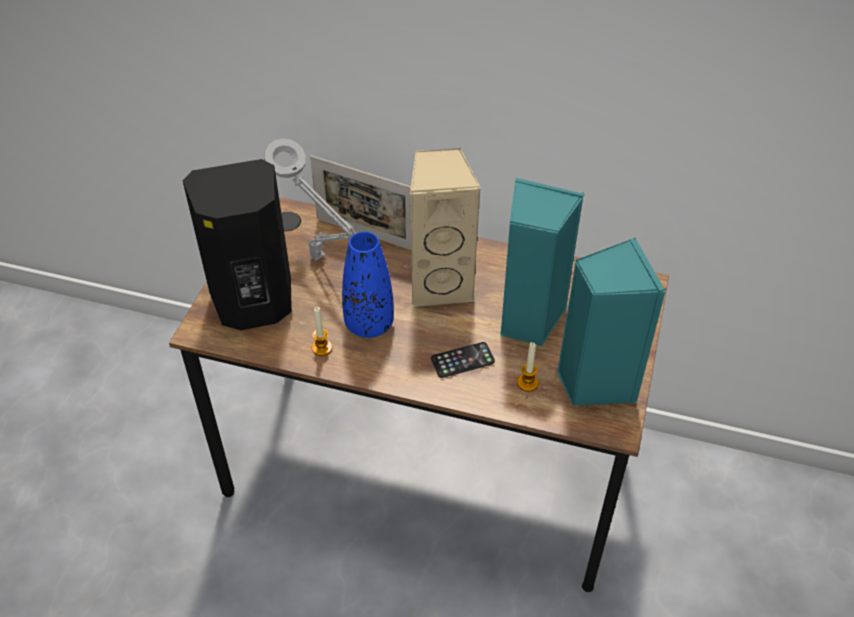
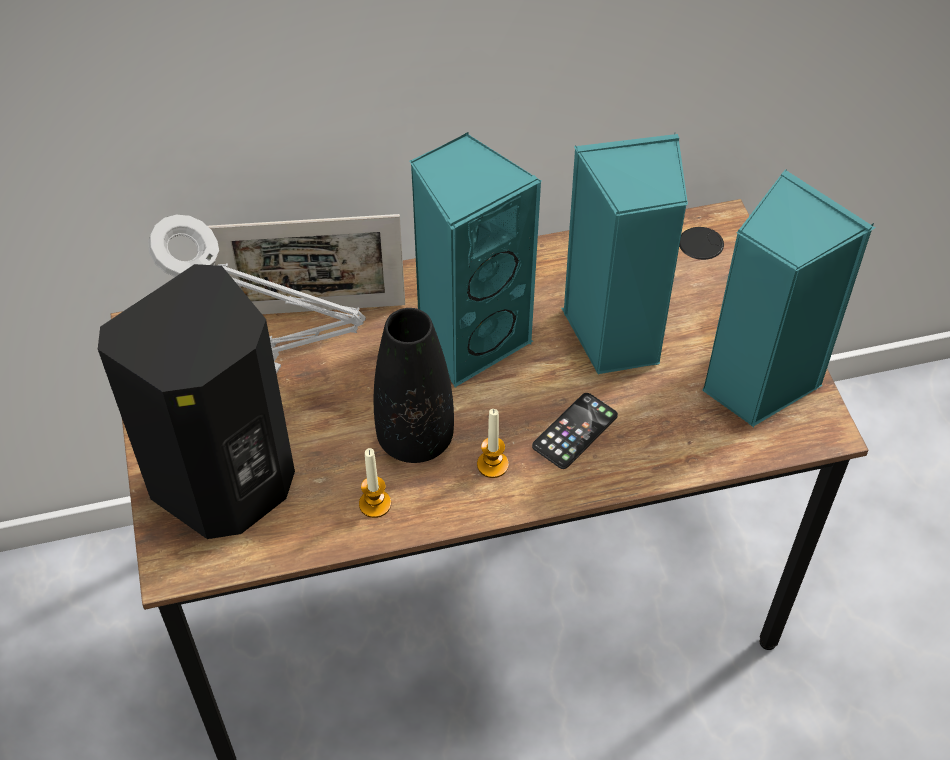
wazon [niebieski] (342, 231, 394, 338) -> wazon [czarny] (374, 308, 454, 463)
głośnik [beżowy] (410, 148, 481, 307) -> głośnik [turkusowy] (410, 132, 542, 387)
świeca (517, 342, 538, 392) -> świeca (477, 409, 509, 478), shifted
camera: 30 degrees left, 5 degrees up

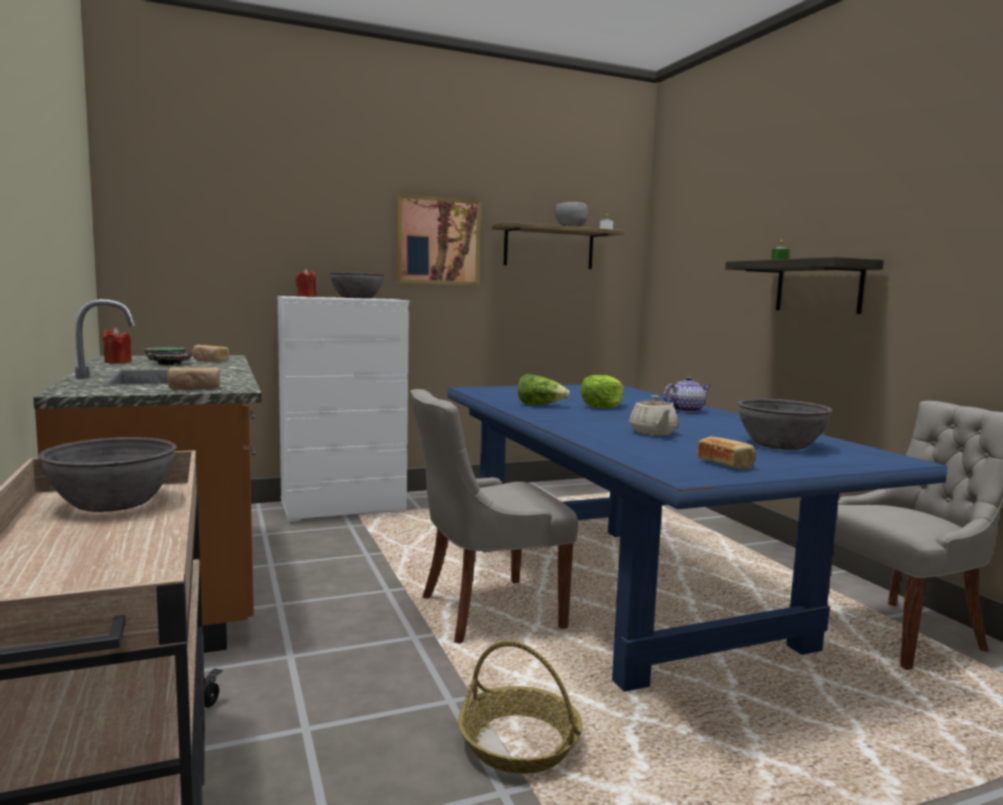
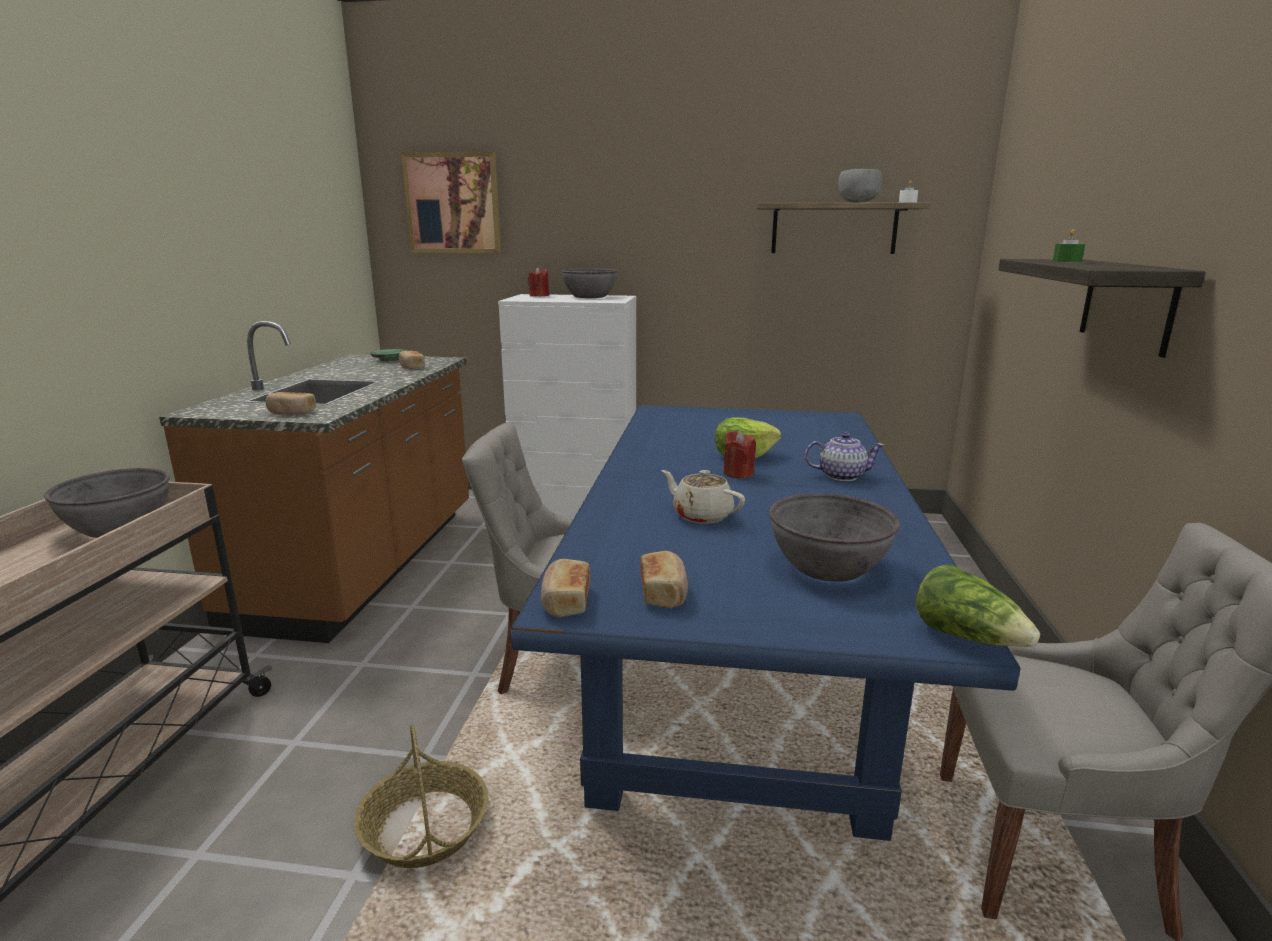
świeca [czerwony] (103, 328, 132, 363) -> świeca [czerwony] (724, 431, 756, 478), shifted
talerz [czarny] (146, 352, 192, 365) -> none
obraz (396, 194, 481, 286) -> obraz (402, 152, 501, 253), shifted
sałata (518, 374, 570, 405) -> sałata (916, 564, 1040, 647), shifted
imbryk [beżowy] (629, 395, 678, 435) -> imbryk [beżowy] (662, 470, 745, 524), 105 degrees clockwise
none -> chleb (541, 559, 590, 618)
camera: 30 degrees right, 10 degrees up

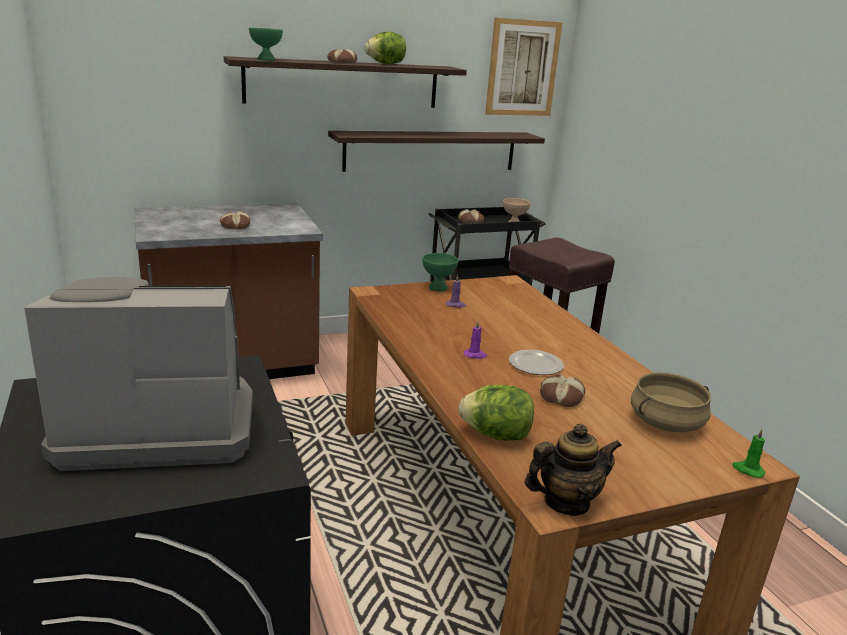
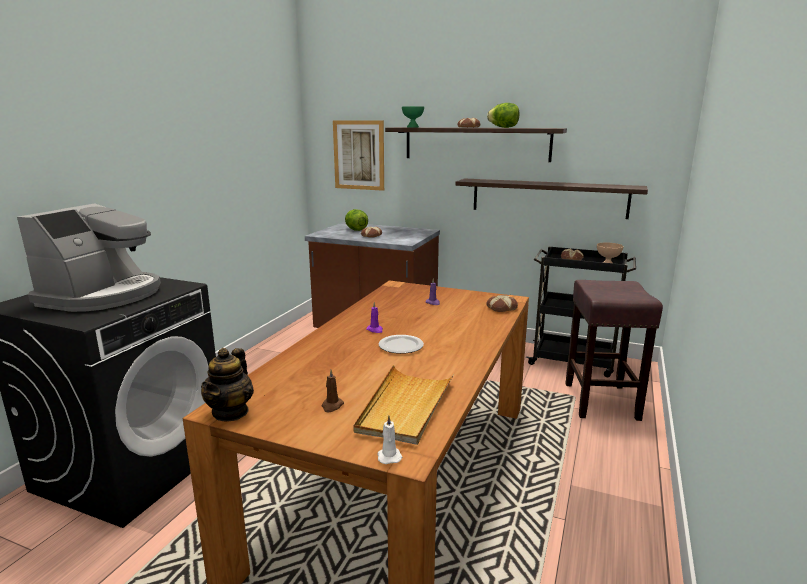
ekspres do kawy (24, 277, 253, 471) -> ekspres do kawy (17, 203, 161, 312), 75 degrees clockwise
miska [zielony] (422, 253, 458, 291) -> none
sałata (459, 385, 534, 441) -> sałata (345, 209, 368, 231), shifted
obraz (485, 17, 562, 116) -> obraz (333, 120, 384, 191), shifted
imbryk (524, 423, 622, 516) -> imbryk (201, 348, 254, 422), 75 degrees clockwise
chleb (540, 374, 585, 407) -> chleb (486, 295, 518, 312), shifted
garnek [beżowy] (631, 372, 711, 433) -> taca [beżowy] (353, 365, 454, 445)
świeca [zielony] (732, 429, 765, 478) -> świeca [biały] (377, 415, 402, 464)
none -> świeca [brązowy] (322, 370, 344, 412)
camera: 45 degrees right, 5 degrees down

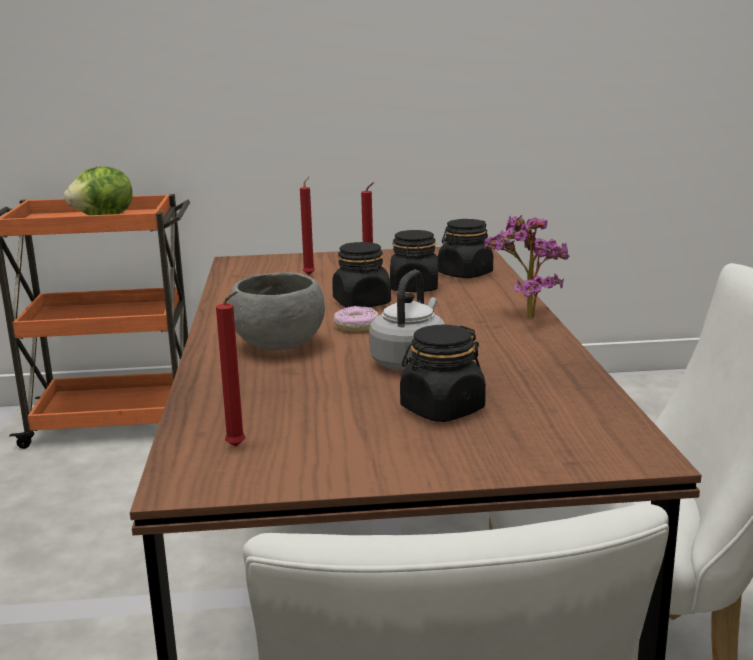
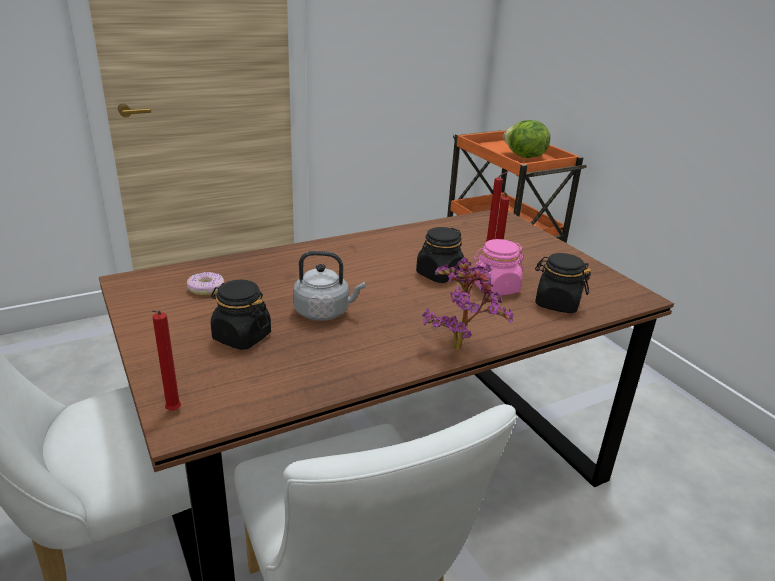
świeca [czerwony] (216, 291, 245, 447) -> świeca [czerwony] (151, 310, 181, 411), shifted
miska [szary] (228, 272, 325, 350) -> none
donut (333, 306, 379, 332) -> donut (187, 272, 224, 295), shifted
słoik [czarny] (390, 230, 438, 292) -> słoik [różowy] (474, 239, 524, 296)
camera: 65 degrees right, 10 degrees up

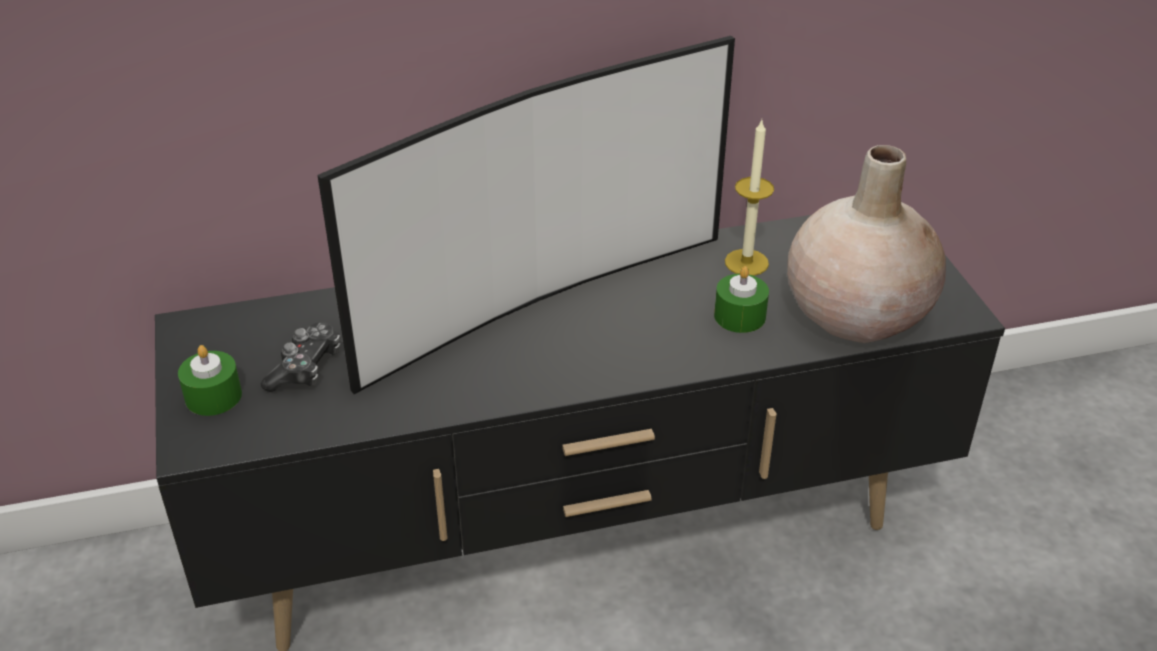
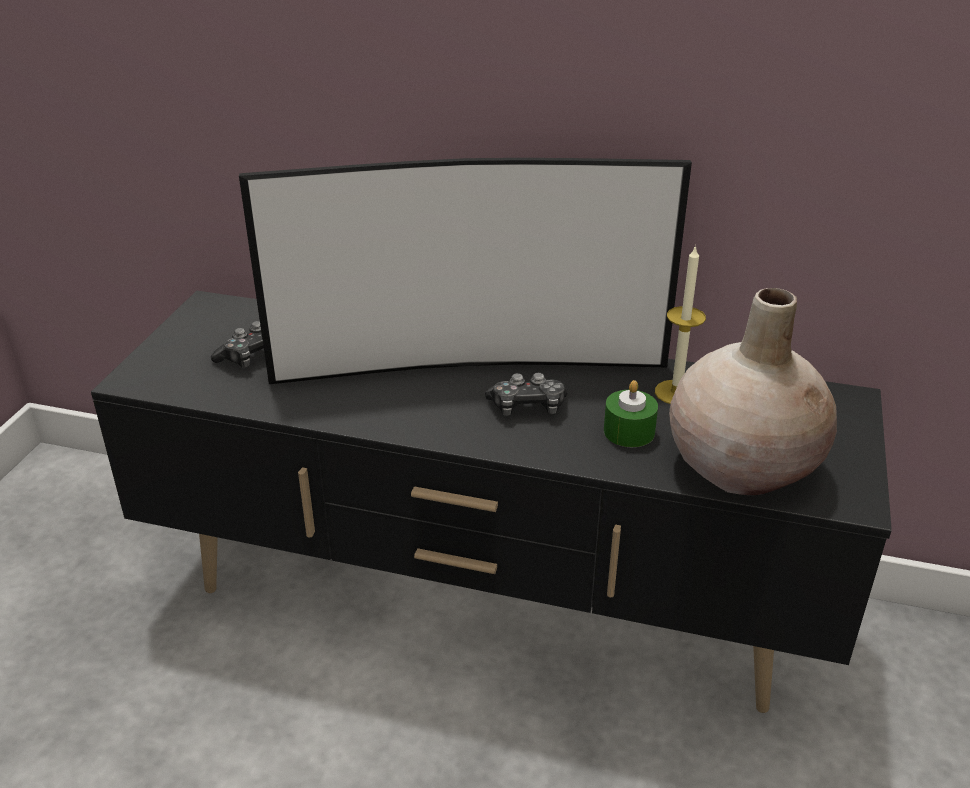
świeca [zielony] (178, 345, 242, 416) -> none
none -> pad do gier (485, 373, 567, 416)
camera: 30 degrees right, 5 degrees down

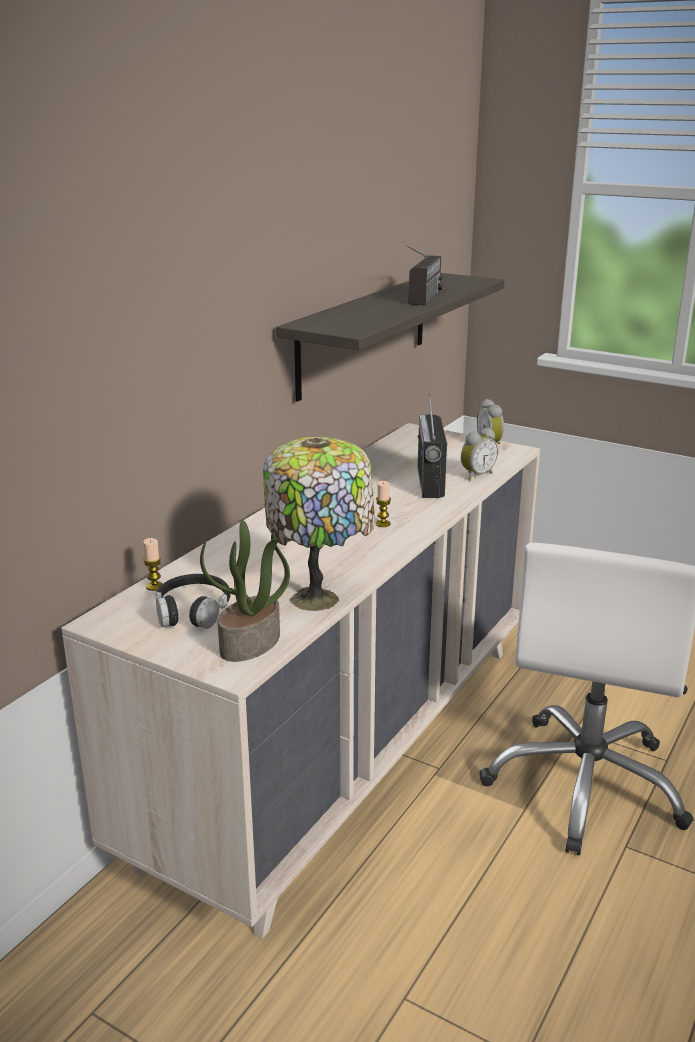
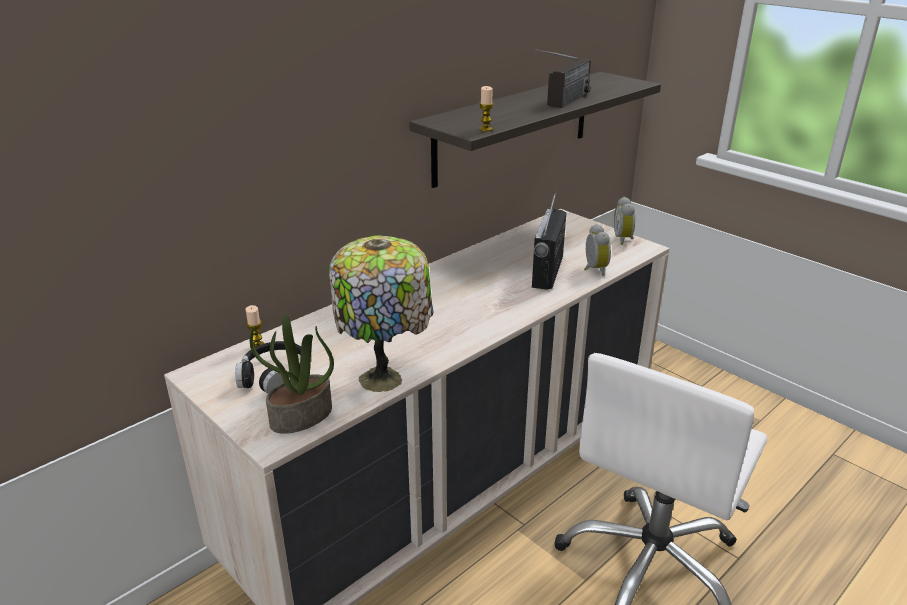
świeca (376, 481, 391, 527) -> świeca (479, 86, 494, 131), shifted
budzik (461, 428, 498, 481) -> budzik (584, 224, 611, 276), 75 degrees counterclockwise
camera: 15 degrees right, 5 degrees up

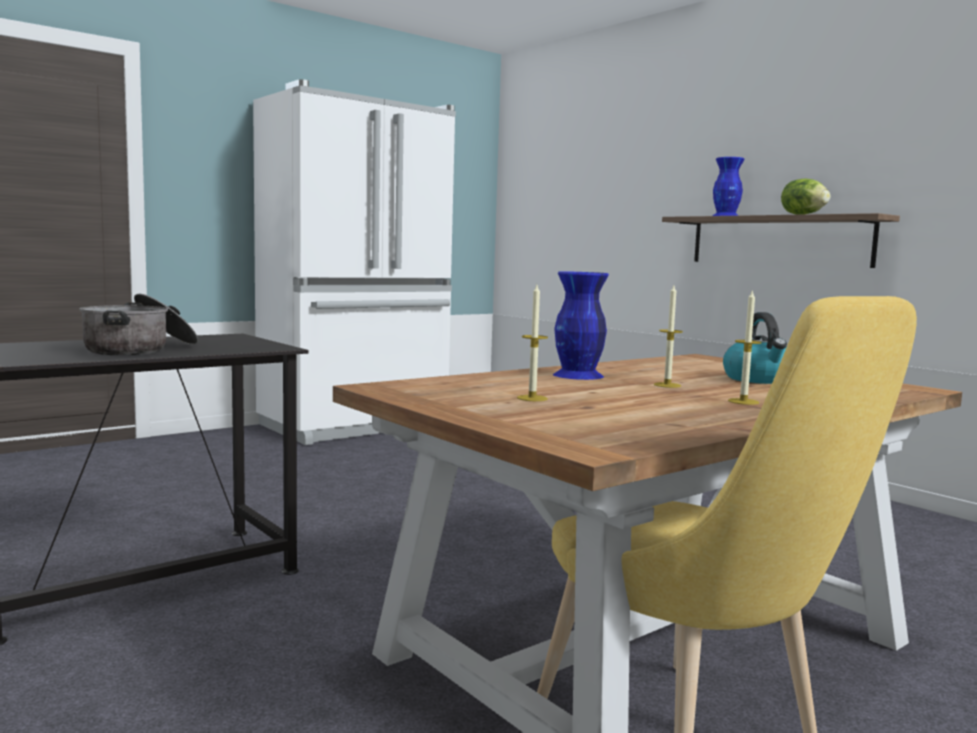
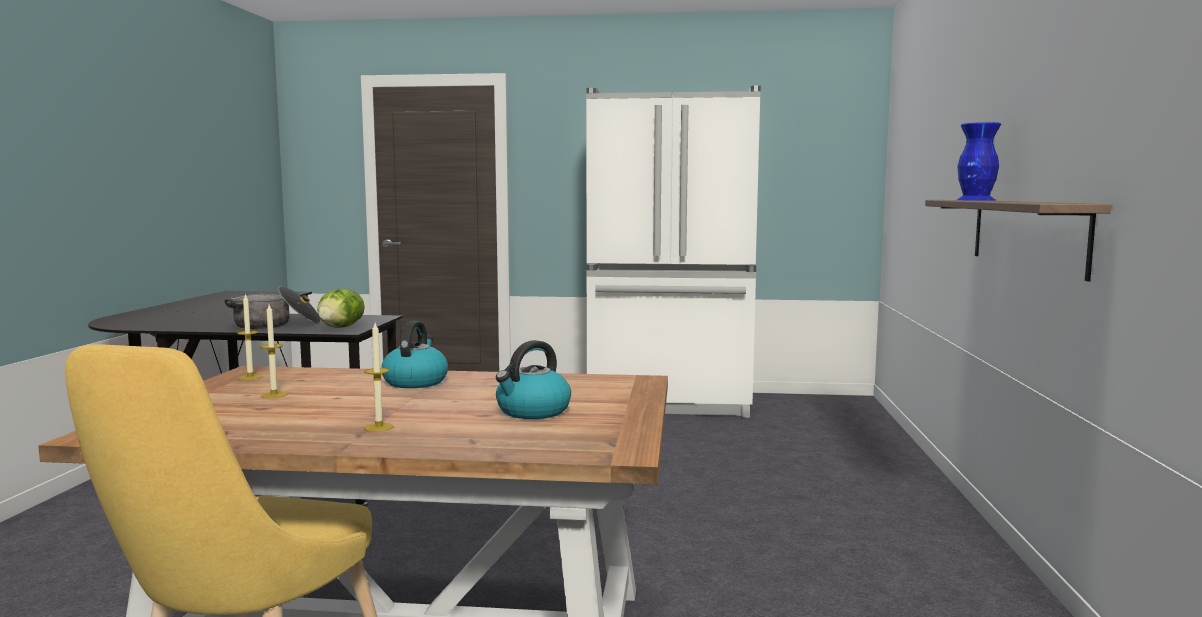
wazon [niebieski] (553, 271, 609, 380) -> czajnik (381, 321, 448, 388)
świeca (654, 285, 683, 388) -> świeca (237, 294, 263, 380), shifted
sałata (781, 179, 830, 215) -> sałata (317, 288, 365, 328), shifted
camera: 45 degrees right, 0 degrees up

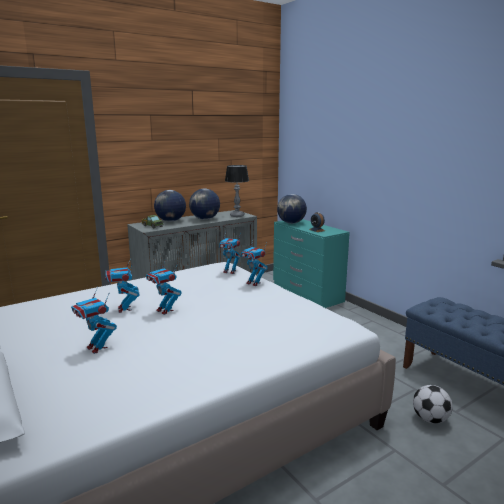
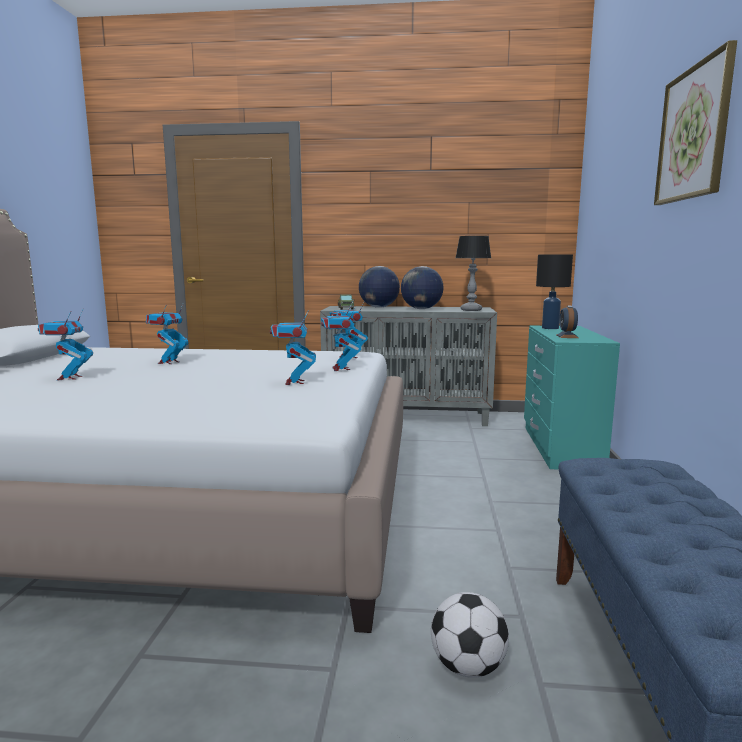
robot zabawkowy (146, 259, 182, 315) -> robot zabawkowy (270, 310, 316, 385), shifted
globus (277, 194, 307, 224) -> lampa stołowa [czarny] (536, 254, 573, 329)
none -> obraz (654, 40, 737, 205)
camera: 40 degrees right, 5 degrees down

